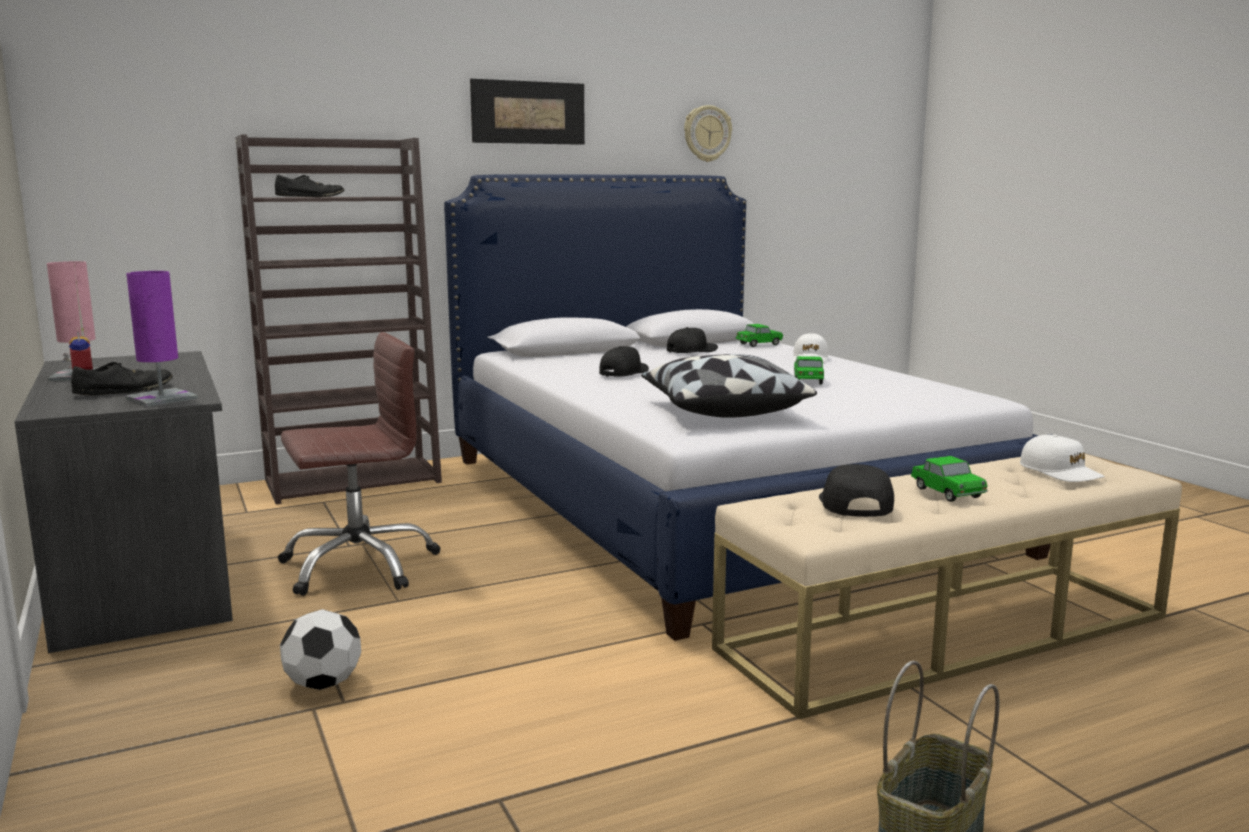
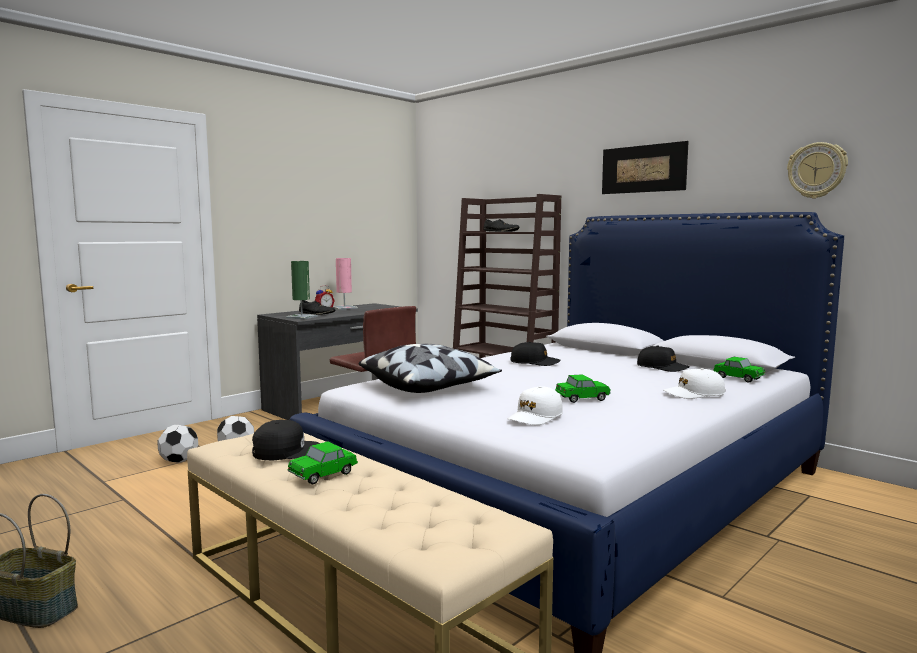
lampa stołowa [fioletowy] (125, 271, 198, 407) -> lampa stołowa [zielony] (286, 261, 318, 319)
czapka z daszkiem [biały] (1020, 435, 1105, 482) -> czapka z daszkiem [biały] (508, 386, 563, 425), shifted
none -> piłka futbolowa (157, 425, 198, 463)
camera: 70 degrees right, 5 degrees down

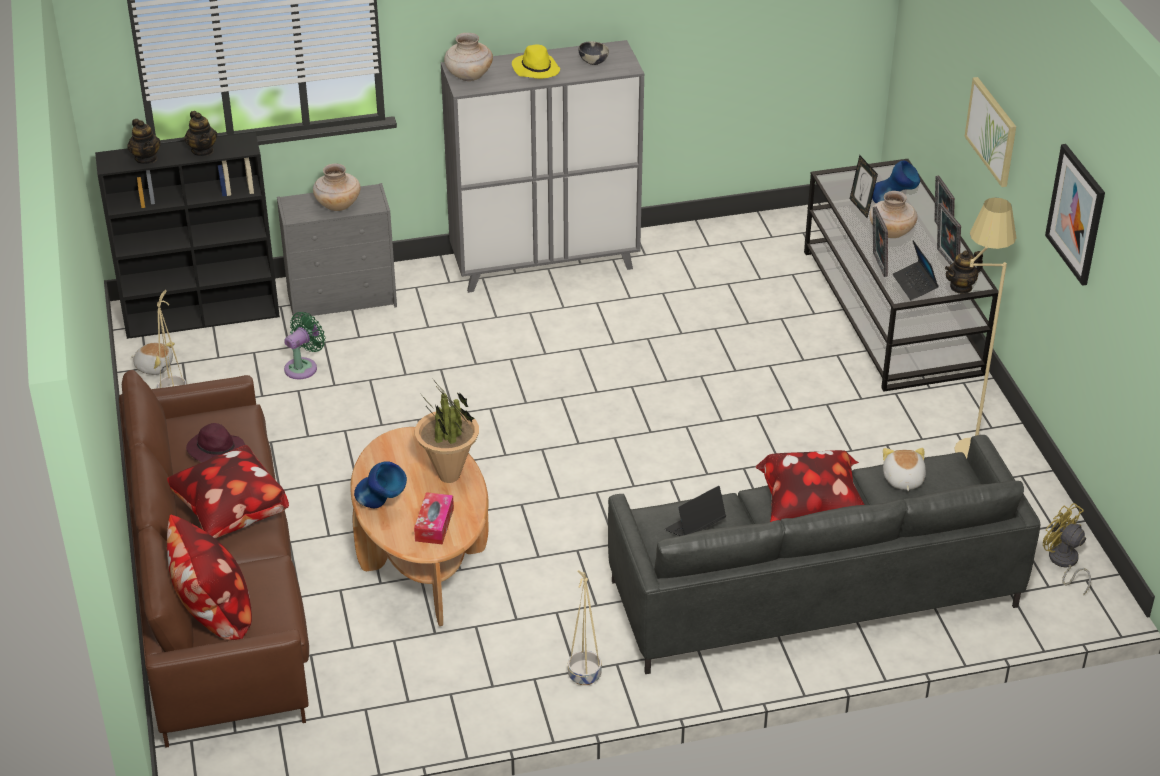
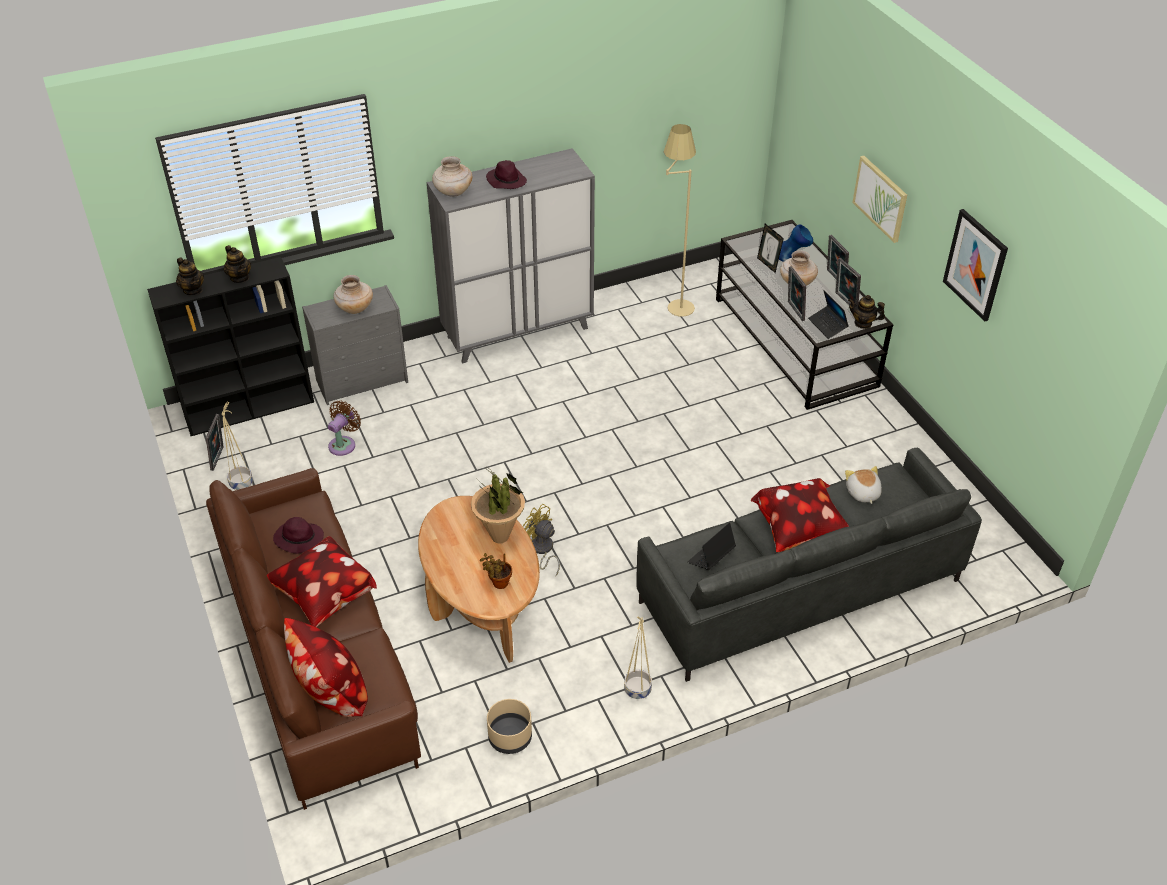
pluszak (131, 342, 175, 375) -> ramka na zdjęcie (206, 414, 224, 471)
wentylator [zielony] (284, 312, 326, 379) -> wentylator [brązowy] (328, 401, 361, 456)
wazon [niebieski] (354, 461, 407, 508) -> none
pudełko chusteczek (414, 492, 454, 545) -> roślina doniczkowa (480, 553, 512, 589)
kapelusz [żółty] (512, 44, 560, 79) -> kapelusz [fioletowy] (486, 160, 527, 189)
miska (578, 42, 609, 65) -> none
imbryk (945, 250, 983, 294) -> imbryk (848, 295, 885, 329), 60 degrees clockwise
lampa stojąca [beżowy] (954, 198, 1016, 458) -> lampa stojąca [beżowy] (663, 124, 696, 317), shifted
wentylator [żółty] (1043, 503, 1091, 595) -> wentylator [żółty] (523, 504, 560, 576), shifted
none -> donica [beżowy] (487, 699, 532, 754)
camera: 10 degrees left, 5 degrees up

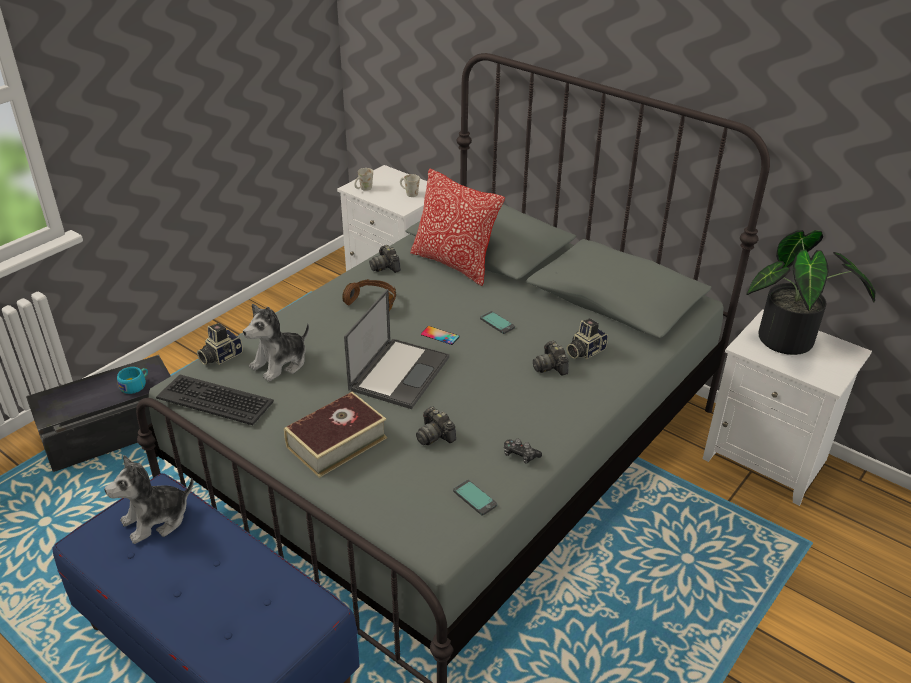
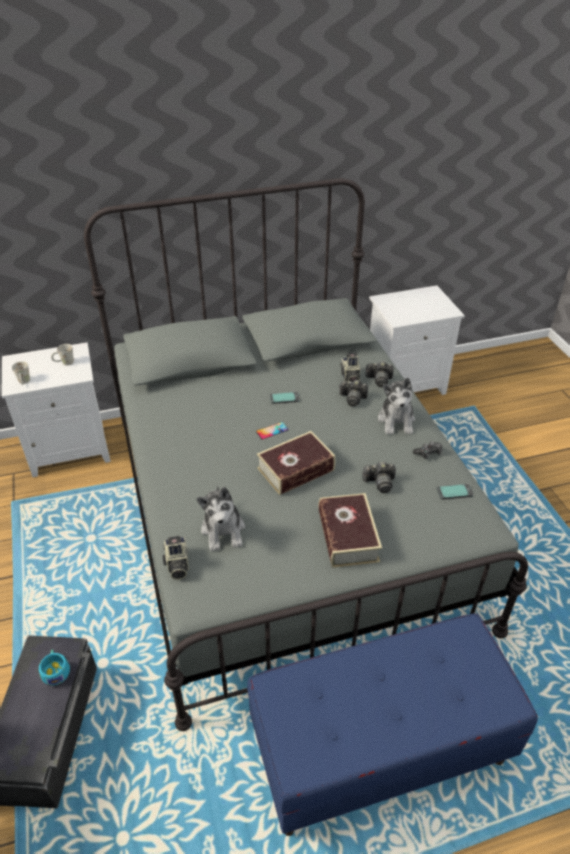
pluszak (104, 455, 193, 544) -> pluszak (378, 377, 415, 434), shifted
klawiatura (156, 375, 274, 425) -> none
słuchawki [brązowy] (342, 279, 396, 311) -> none
laptop (344, 289, 449, 409) -> książka (257, 431, 335, 495)
aparat fotograficzny (369, 245, 401, 273) -> aparat fotograficzny (365, 361, 394, 387), shifted
poduszka (410, 168, 505, 286) -> none
roślina doniczkowa (746, 230, 875, 355) -> none
camera: 55 degrees left, 5 degrees up

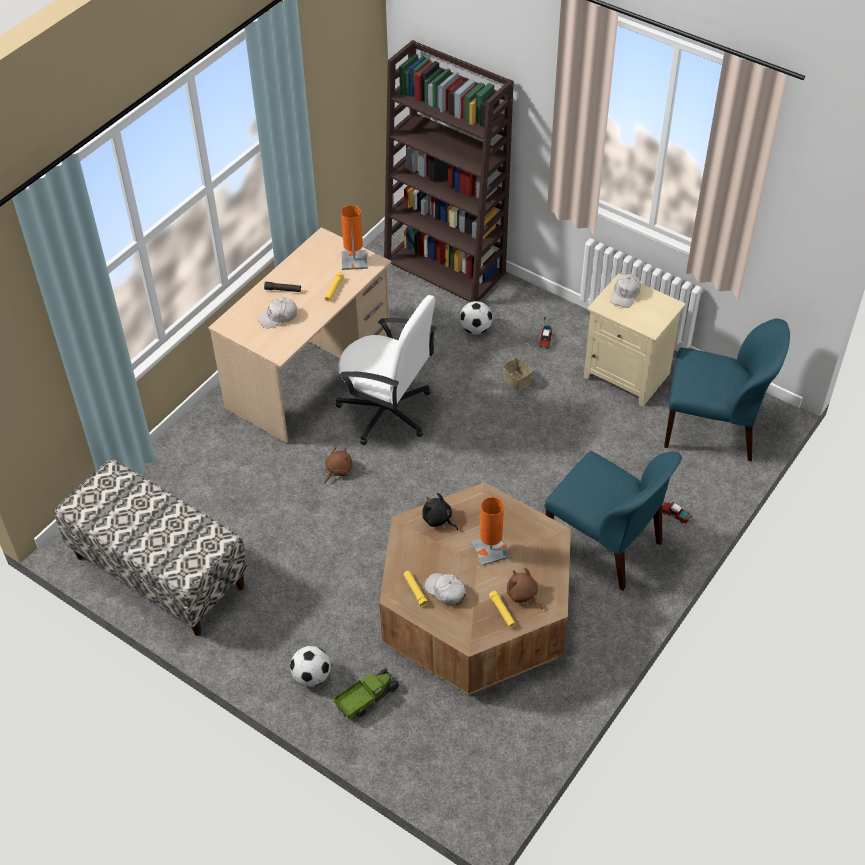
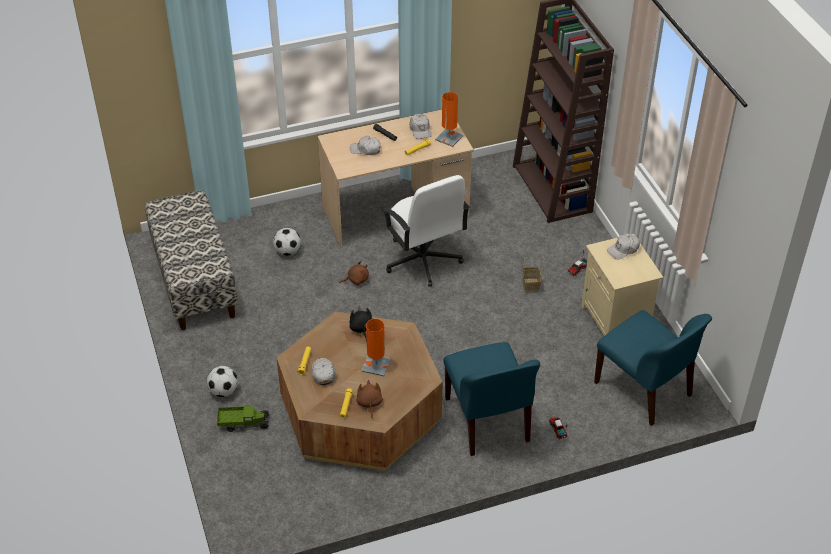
piłka futbolowa (460, 301, 492, 334) -> piłka futbolowa (273, 228, 301, 256), shifted
none -> czapka z daszkiem [biały] (410, 114, 432, 139)
camera: 35 degrees right, 5 degrees down

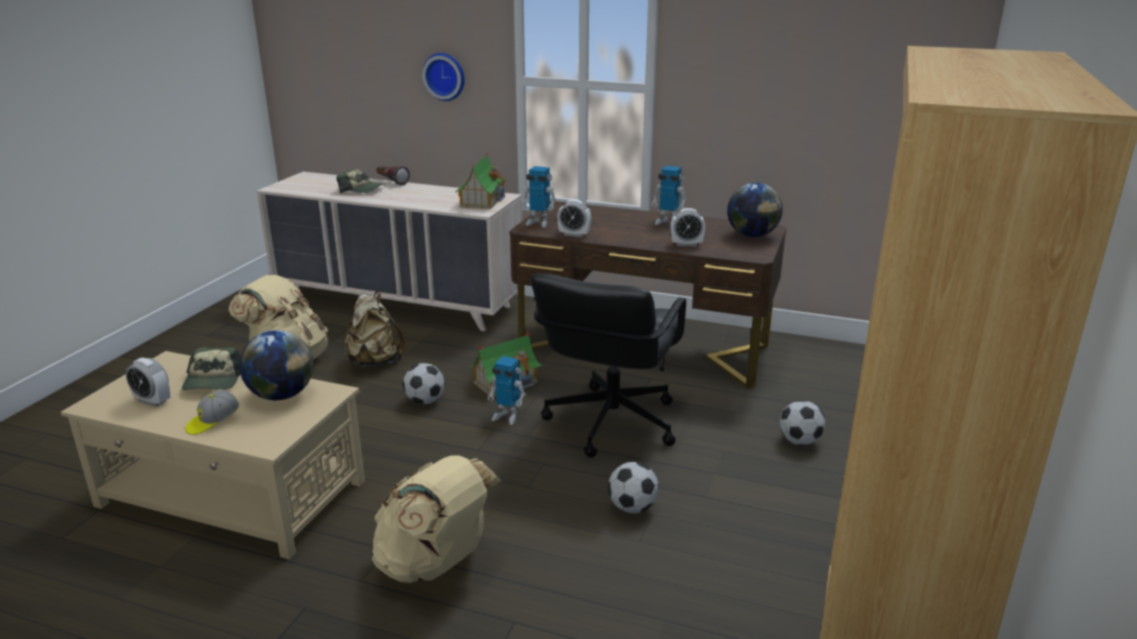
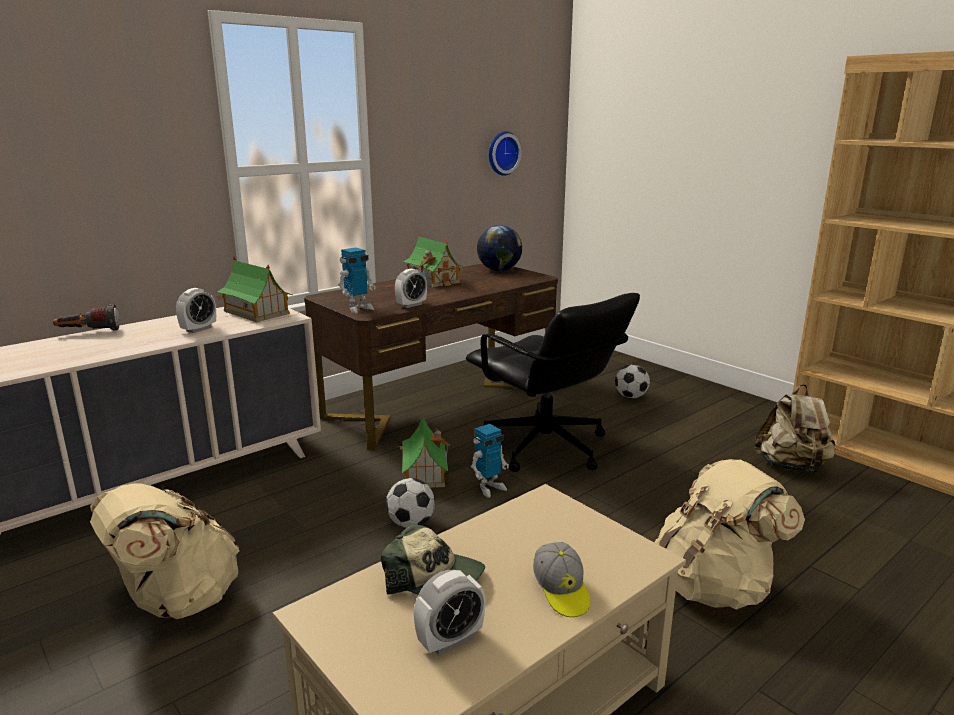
globus (239, 330, 314, 400) -> none
czapka z daszkiem (336, 169, 385, 194) -> none
plecak [beżowy] (345, 292, 405, 367) -> plecak [beżowy] (754, 384, 835, 474), shifted
zegar ścienny (422, 53, 465, 101) -> zegar ścienny (489, 131, 522, 176), shifted
piłka futbolowa (608, 462, 659, 513) -> none
robot zabawkowy (651, 166, 687, 225) -> domek (403, 234, 464, 287)
budzik (671, 208, 705, 246) -> budzik (176, 288, 216, 333), shifted
camera: 60 degrees left, 5 degrees down

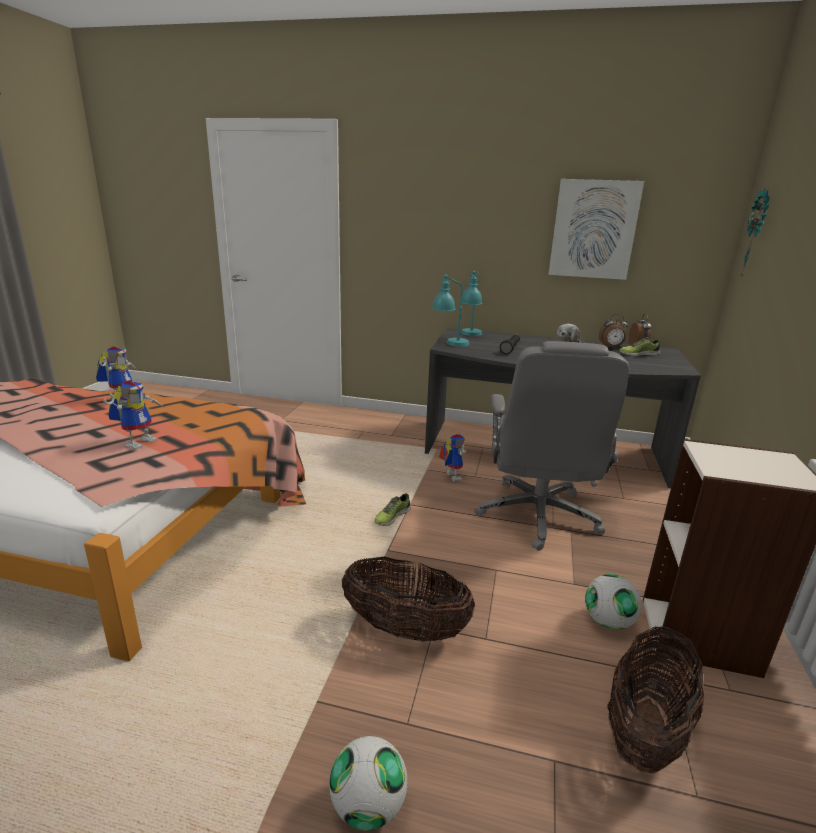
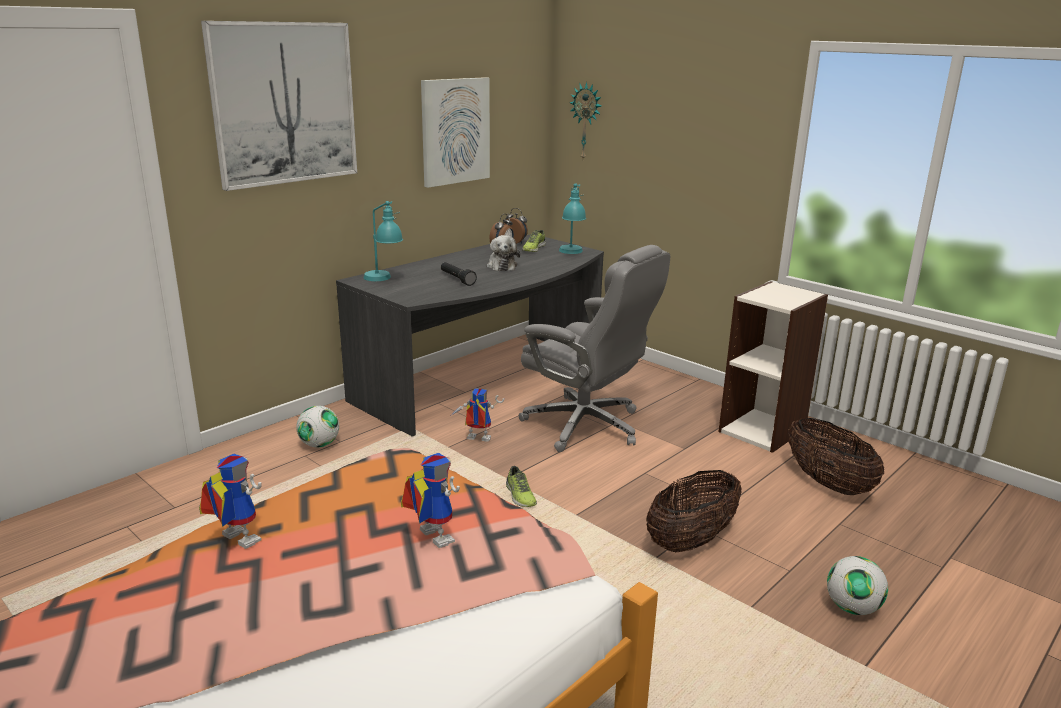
lampa stołowa [turkusowy] (432, 274, 469, 347) -> lampa stołowa [turkusowy] (559, 183, 586, 254), shifted
piłka futbolowa (585, 574, 642, 630) -> piłka futbolowa (296, 406, 339, 447), shifted
none -> obraz (201, 21, 357, 191)
camera: 60 degrees left, 0 degrees up

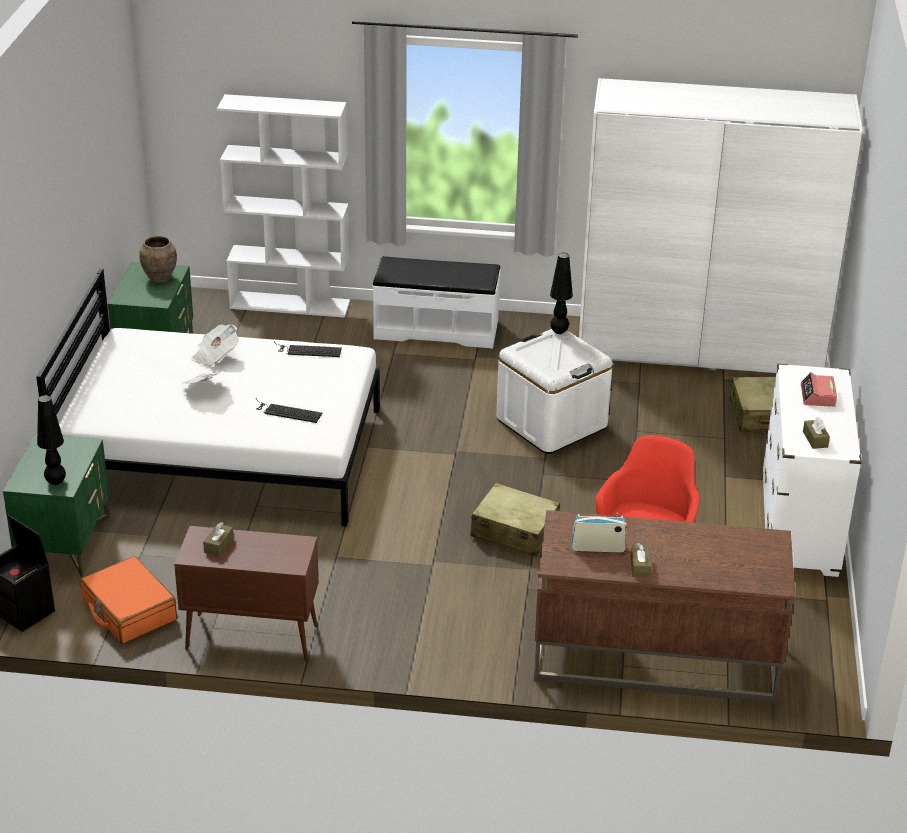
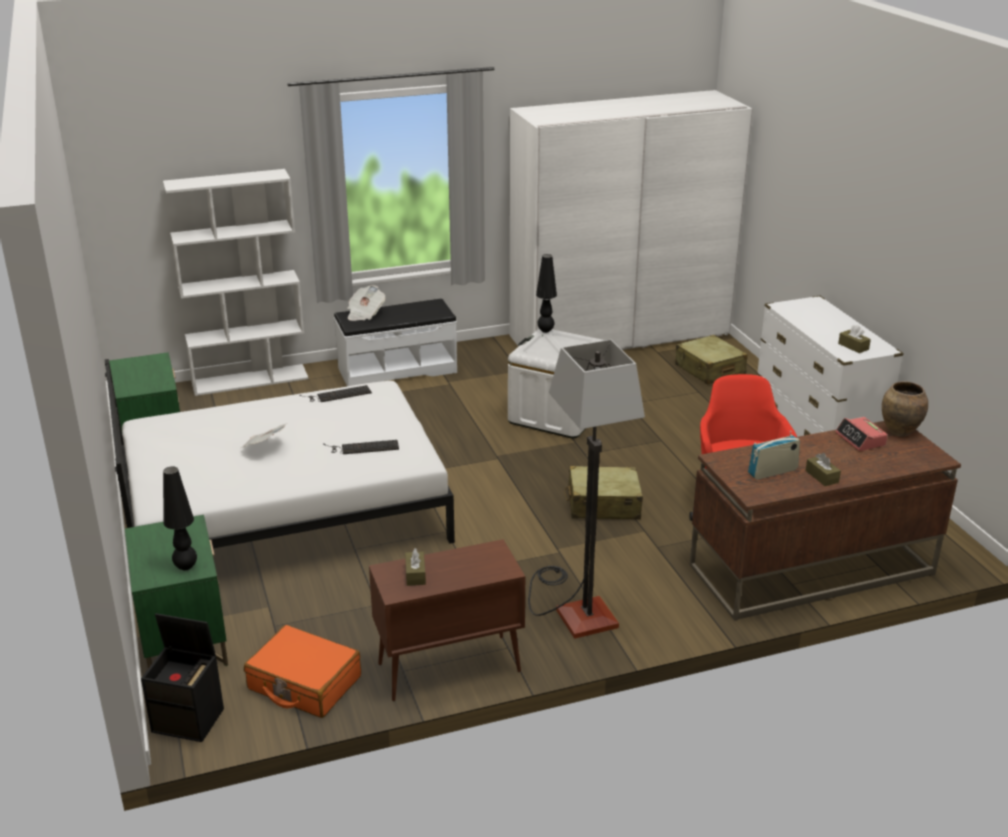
wazon [brązowy] (139, 236, 177, 283) -> wazon [brązowy] (882, 381, 928, 437), shifted
gazeta (191, 325, 239, 366) -> gazeta (347, 285, 385, 321), shifted
budzik (801, 372, 837, 407) -> budzik (835, 417, 888, 451), shifted
none -> lampa stojąca (528, 339, 645, 639)
camera: 25 degrees left, 5 degrees down

